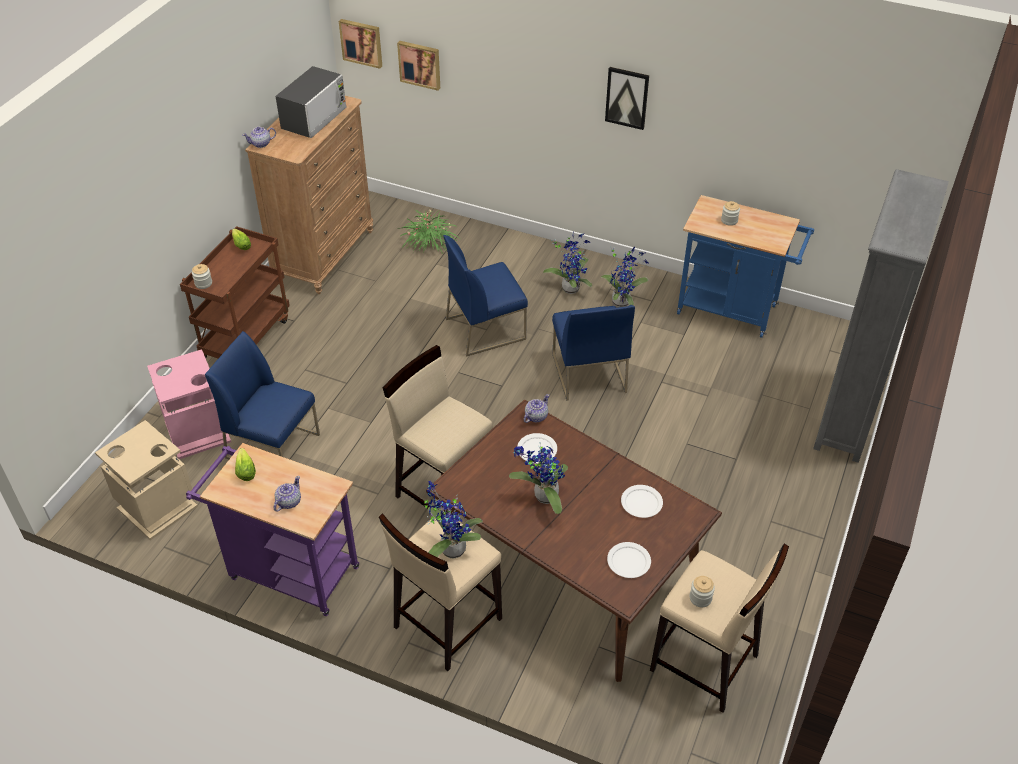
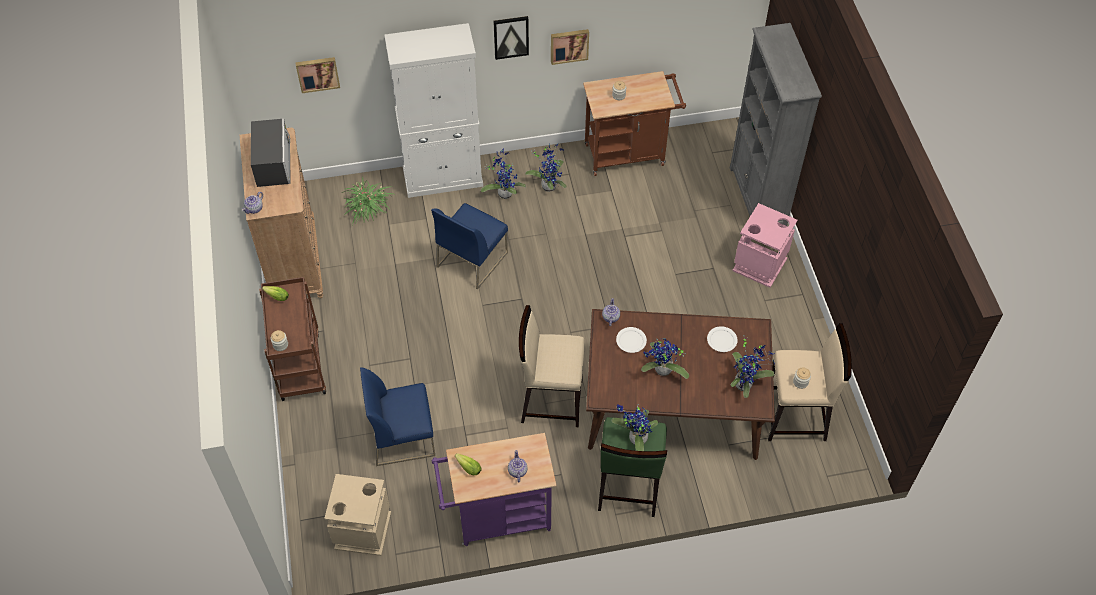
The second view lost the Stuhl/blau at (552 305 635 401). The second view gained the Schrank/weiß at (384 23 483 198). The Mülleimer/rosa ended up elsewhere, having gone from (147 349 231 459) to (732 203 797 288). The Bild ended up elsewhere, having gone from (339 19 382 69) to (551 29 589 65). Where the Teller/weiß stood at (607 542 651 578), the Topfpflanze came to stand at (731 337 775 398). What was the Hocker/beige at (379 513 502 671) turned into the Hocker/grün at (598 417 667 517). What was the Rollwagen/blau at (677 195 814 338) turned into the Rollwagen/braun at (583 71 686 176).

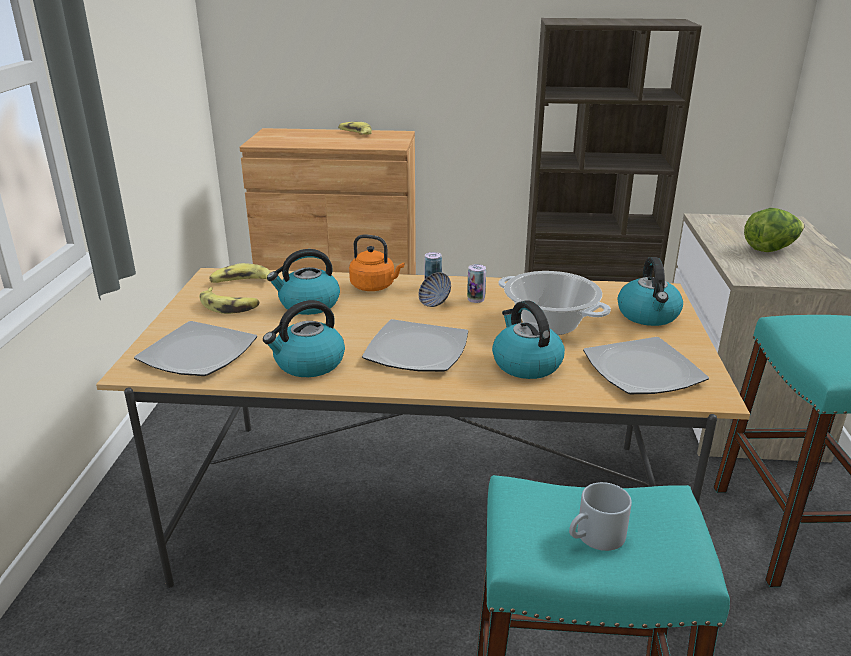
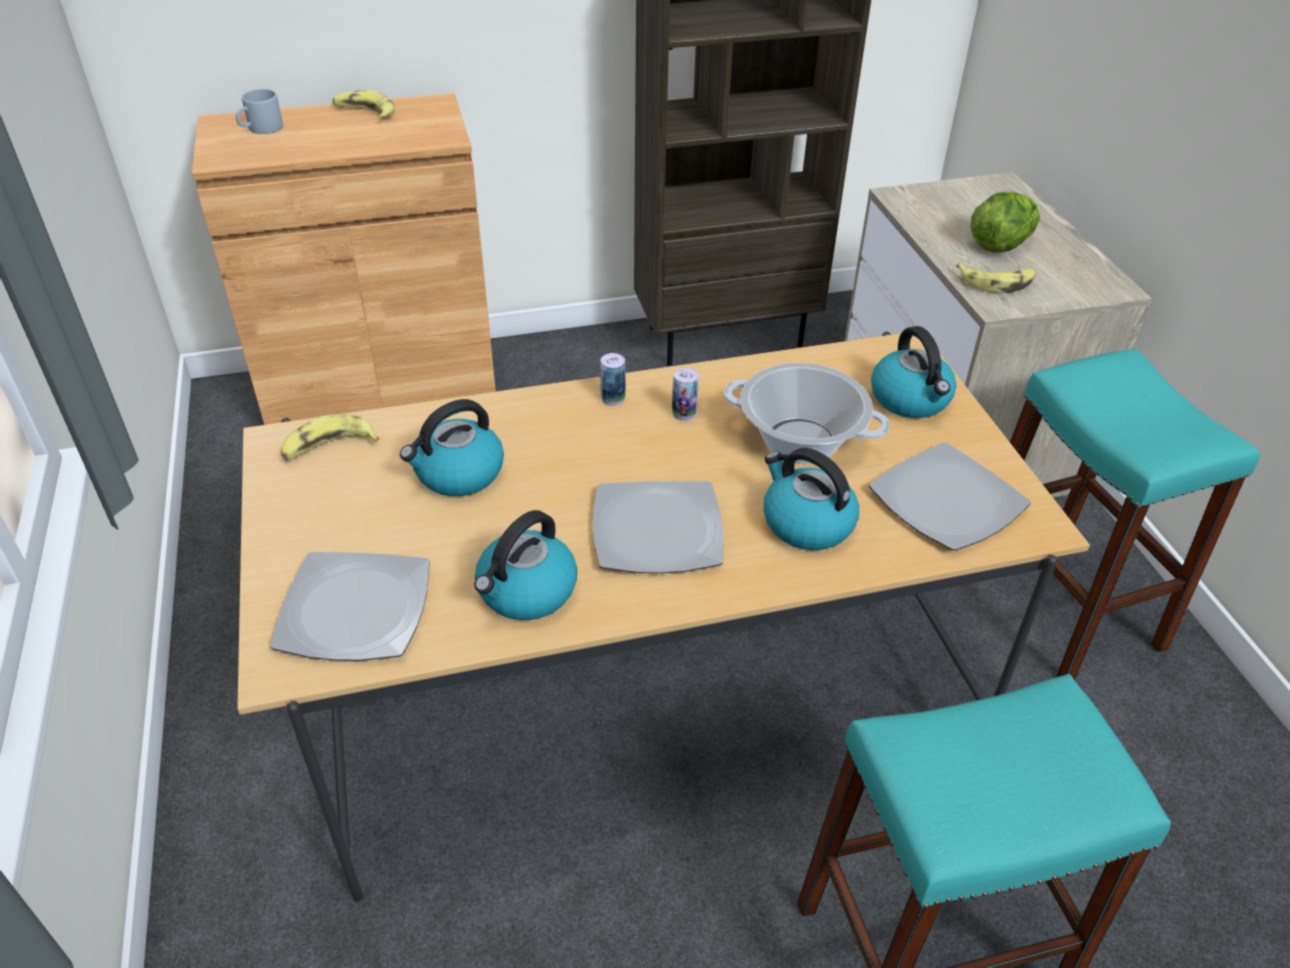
The second view lost the Wasserkessel/orange at (349 235 404 291). The second view lost the Schüssel at (418 272 451 307). The Banane ended up elsewhere, having gone from (199 287 260 314) to (956 263 1036 293). The Henkelbecher/grau ended up elsewhere, having gone from (569 482 632 551) to (236 89 283 134).

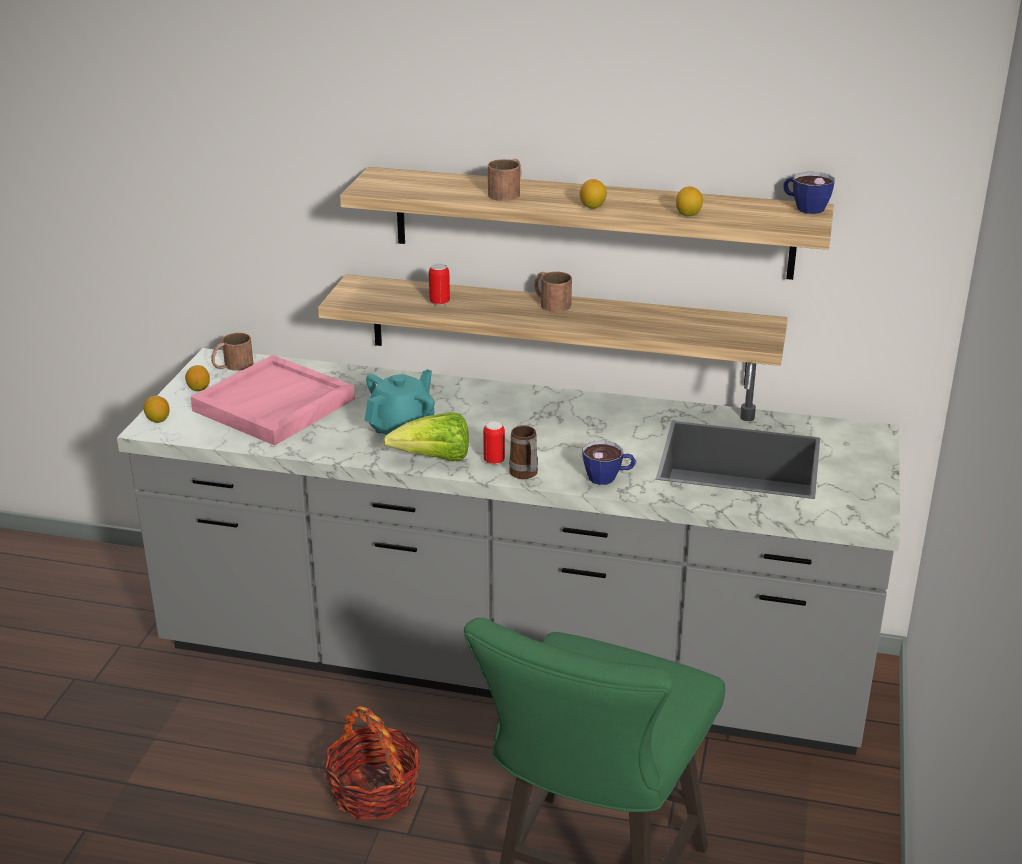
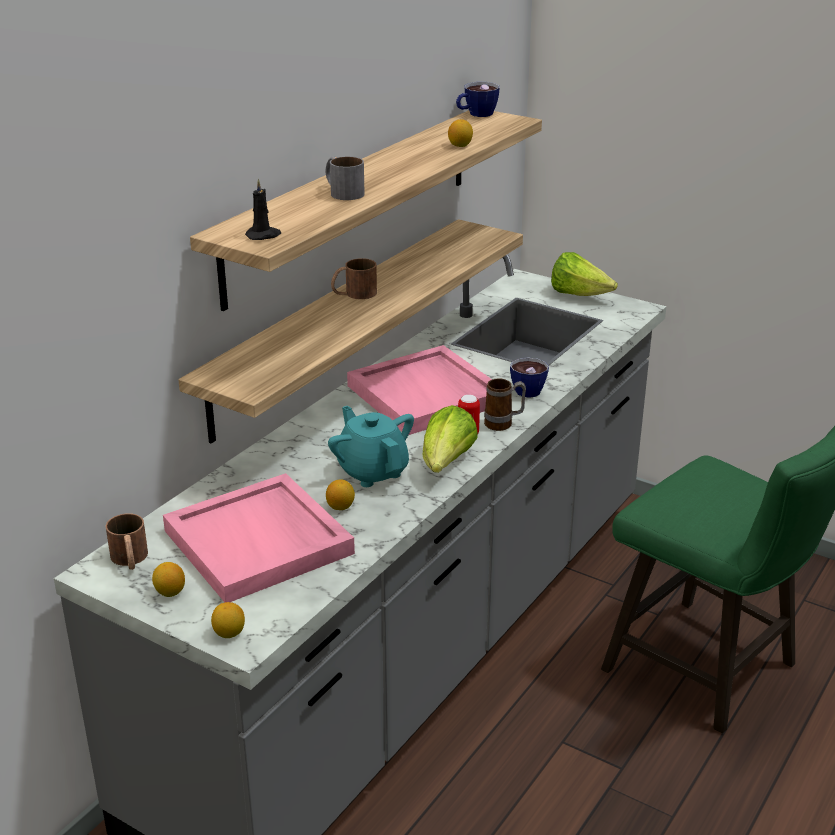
The second view lost the Korb at (324 706 420 820). The second view lost the Dose at (429 264 450 306). The second view gained the Kerze/schwarz at (245 179 281 240). The second view gained the Tablett/rosa at (347 345 492 435). The second view gained the Salatkopf at (551 252 618 296). The Zitrone ended up elsewhere, having gone from (580 179 607 209) to (326 479 355 510). What was the Henkelbecher/braun at (488 159 522 201) turned into the Henkelbecher/grau at (326 156 365 200).

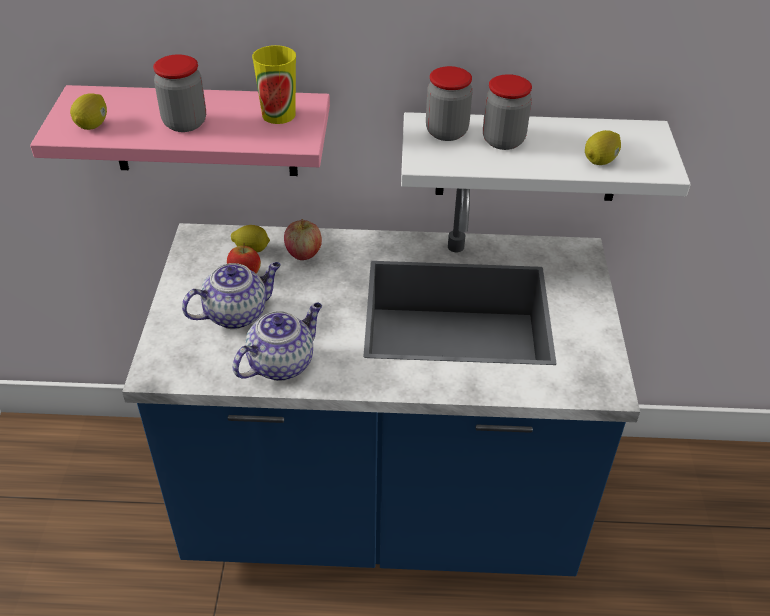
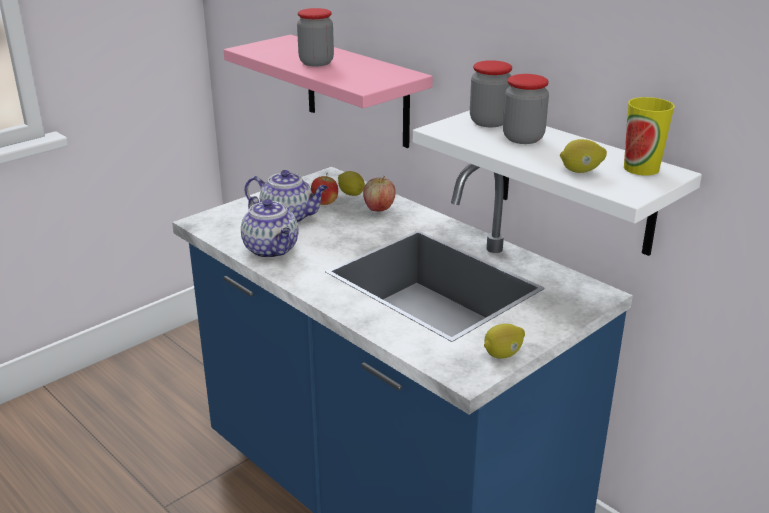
The Zitrone ended up elsewhere, having gone from (70 93 107 130) to (484 324 525 359). The Tasse ended up elsewhere, having gone from (252 45 296 124) to (624 97 675 175). The Teekanne at (233 303 322 381) ended up facing another way, 60 degrees clockwise from before.

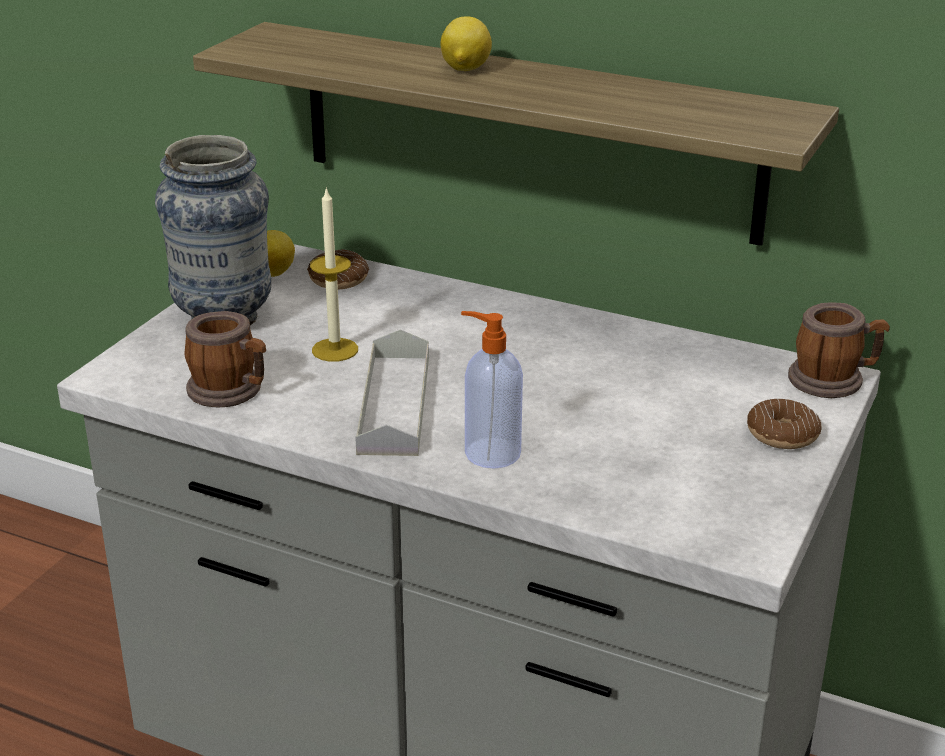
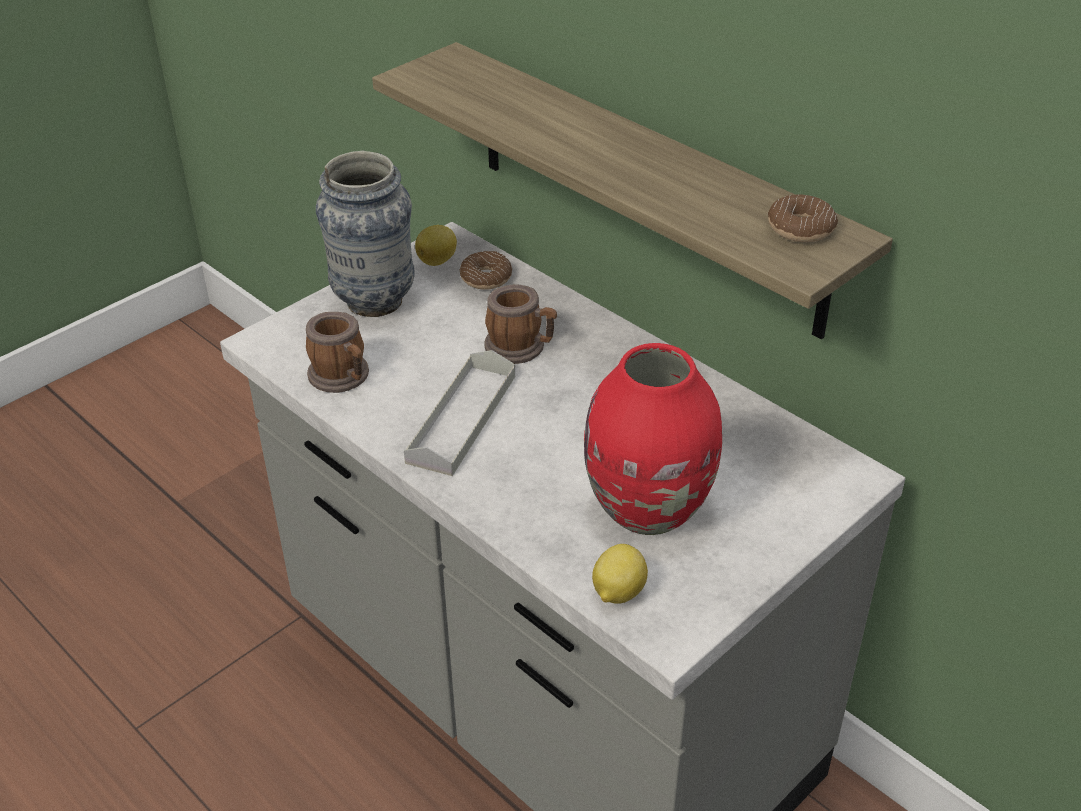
The second view lost the Kerze at (310 187 358 362). The second view lost the Seifenspender at (461 311 523 469). The second view gained the Vase/rot at (584 343 722 535). The Zitrone ended up elsewhere, having gone from (440 17 492 71) to (592 544 648 604). The Donut ended up elsewhere, having gone from (747 399 821 449) to (768 194 838 242). The Henkelbecher ended up elsewhere, having gone from (788 303 890 398) to (484 284 557 364).

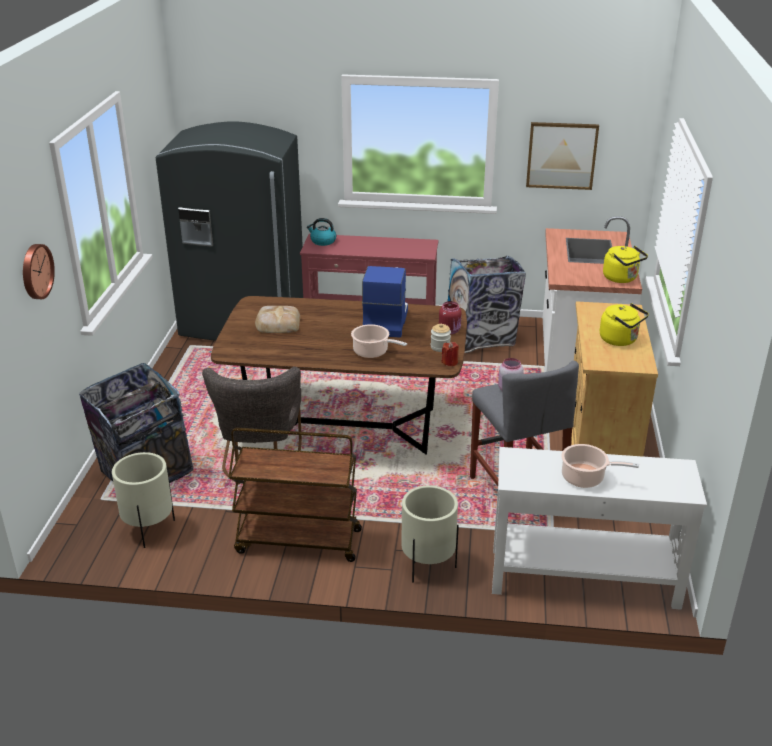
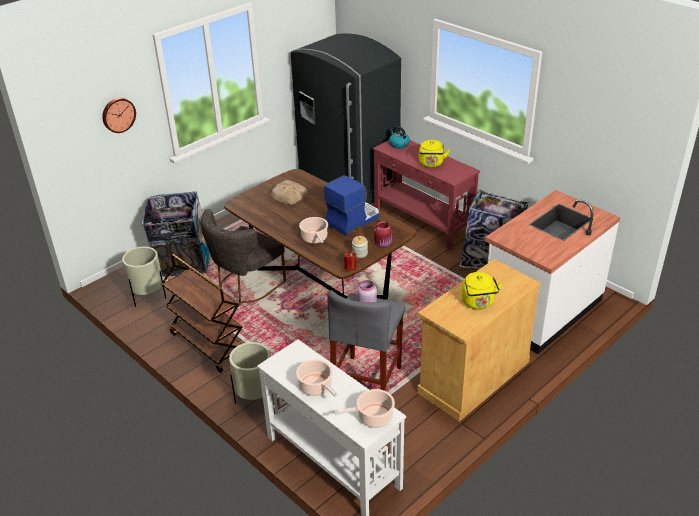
The second view lost the Bild at (526 122 599 190). The second view gained the Kochtopf at (334 389 395 428). The Wasserkessel/gelb ended up elsewhere, having gone from (603 246 648 283) to (419 140 450 168).

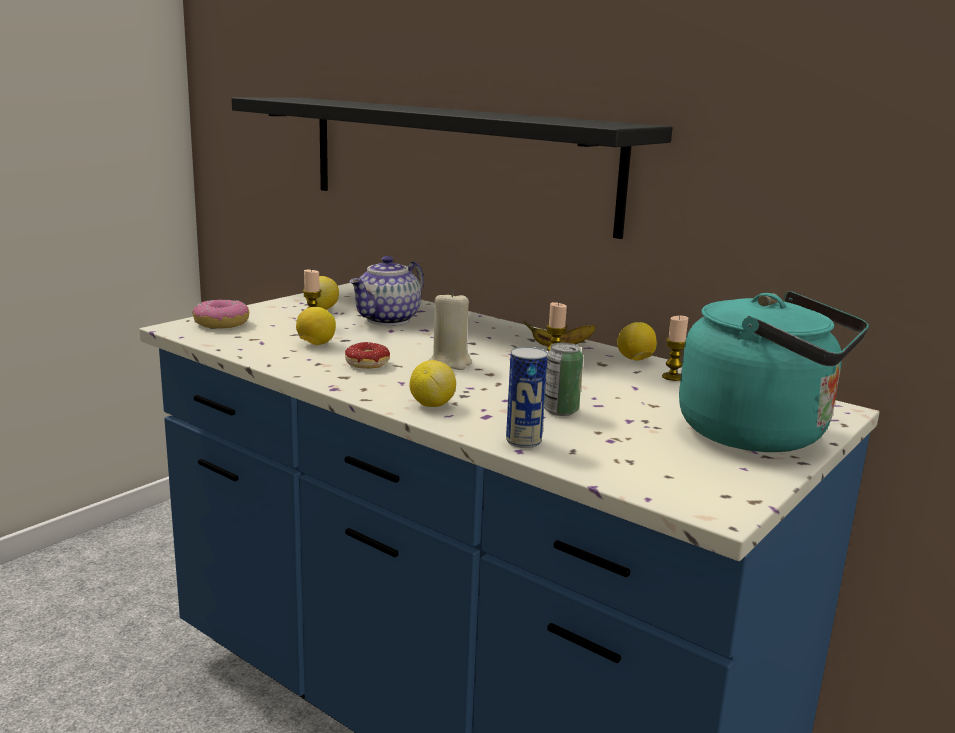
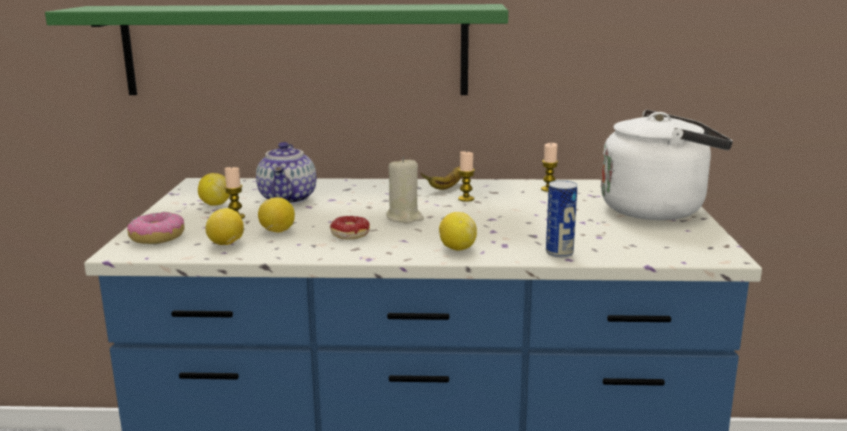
The second view lost the Dose at (544 343 583 416). The Zitrone ended up elsewhere, having gone from (617 322 657 361) to (205 208 244 245). What was the Wandregal/schwarz at (231 97 673 239) turned into the Wandregal/grün at (45 4 508 95). What was the Wasserkessel/türkis at (679 291 869 452) turned into the Wasserkessel/weiß at (601 110 733 220).

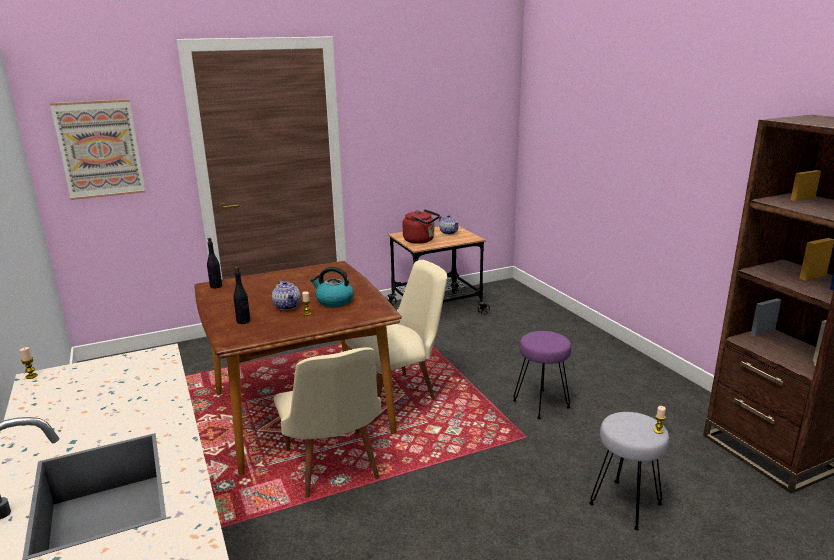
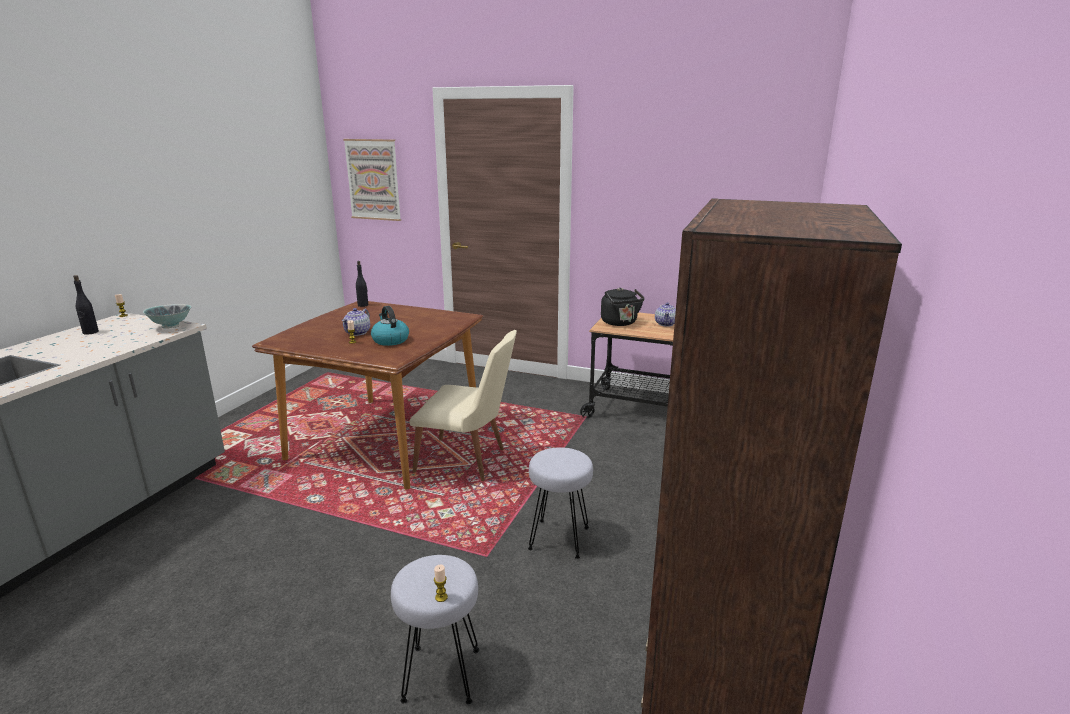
The second view lost the Stuhl/beige at (274 347 381 498). The second view gained the Schüssel at (143 304 192 329). The Flasche/schwarz ended up elsewhere, having gone from (233 267 250 324) to (73 275 99 335). What was the Wasserkessel/rot at (403 209 440 244) turned into the Wasserkessel/schwarz at (601 288 644 326). What was the Hocker/lila at (513 331 571 419) turned into the Hocker/grau at (528 447 593 559).

